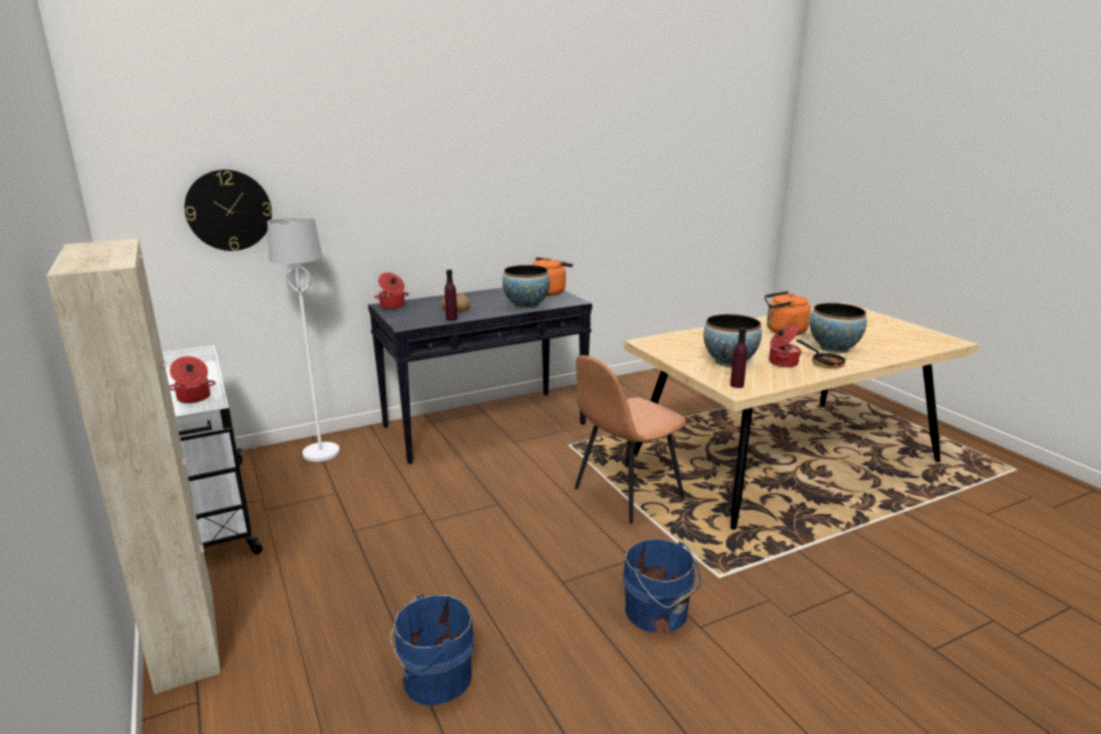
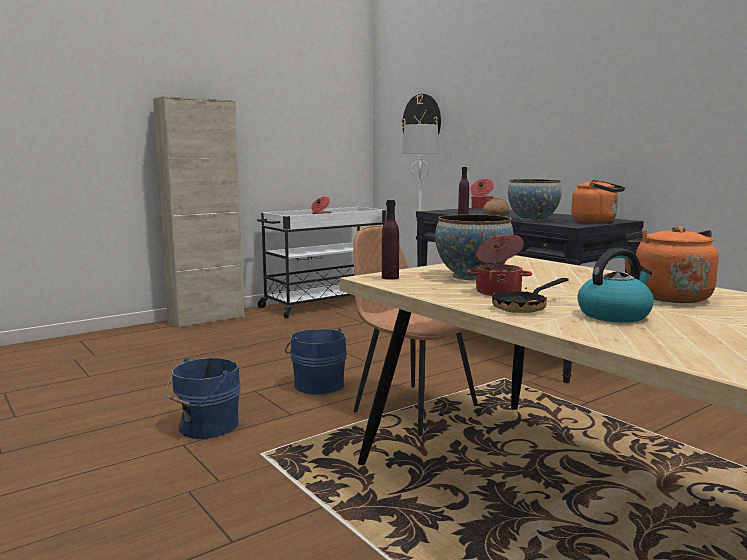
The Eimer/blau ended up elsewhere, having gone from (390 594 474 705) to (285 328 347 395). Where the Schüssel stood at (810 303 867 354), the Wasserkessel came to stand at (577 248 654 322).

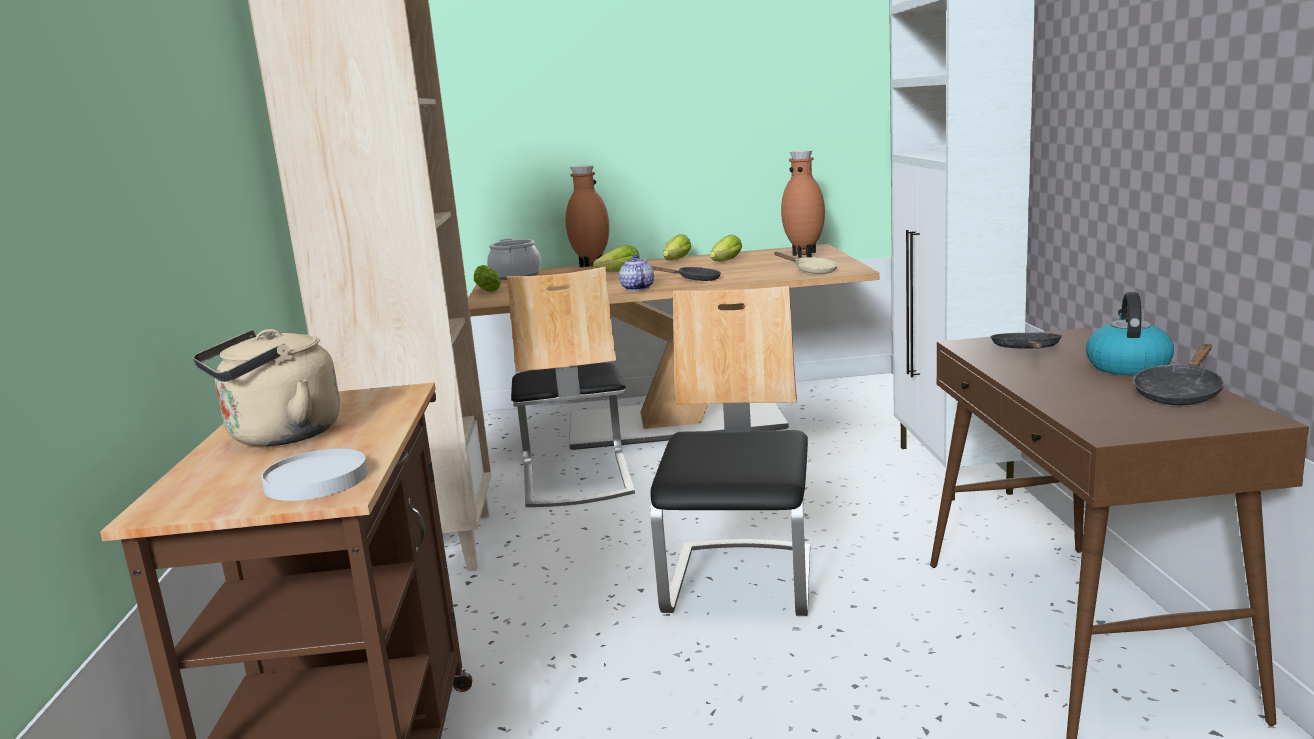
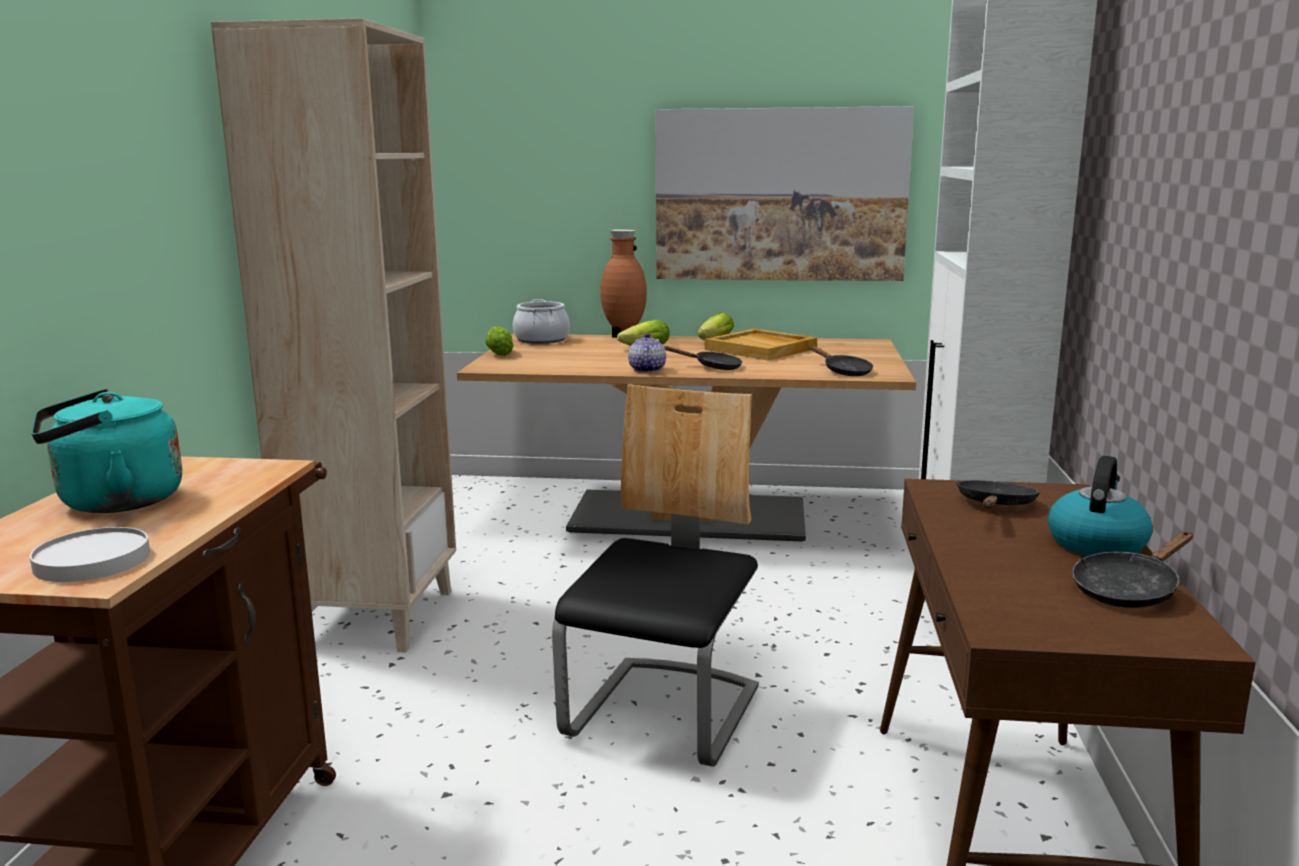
The second view lost the Stuhl at (507 267 635 507). The second view lost the Vase/braun at (781 150 825 258). The second view gained the Bild at (656 106 914 281). Where the Salatkopf stood at (710 234 742 262), the Tablett/beige came to stand at (705 329 817 361). What was the Wasserkessel/beige at (193 329 340 446) turned into the Wasserkessel/türkis at (31 389 182 513). What was the Pfanne/beige at (774 252 838 274) turned into the Pfanne/schwarz at (808 345 873 376).

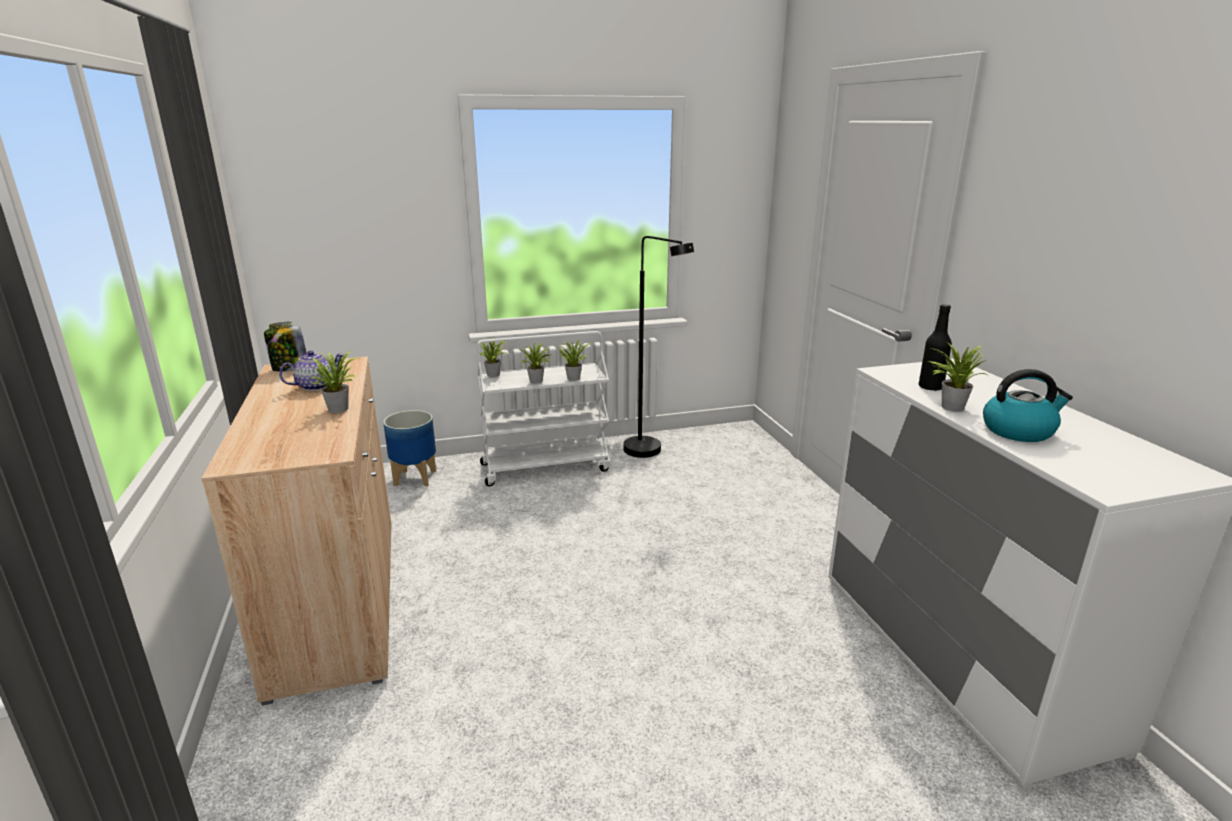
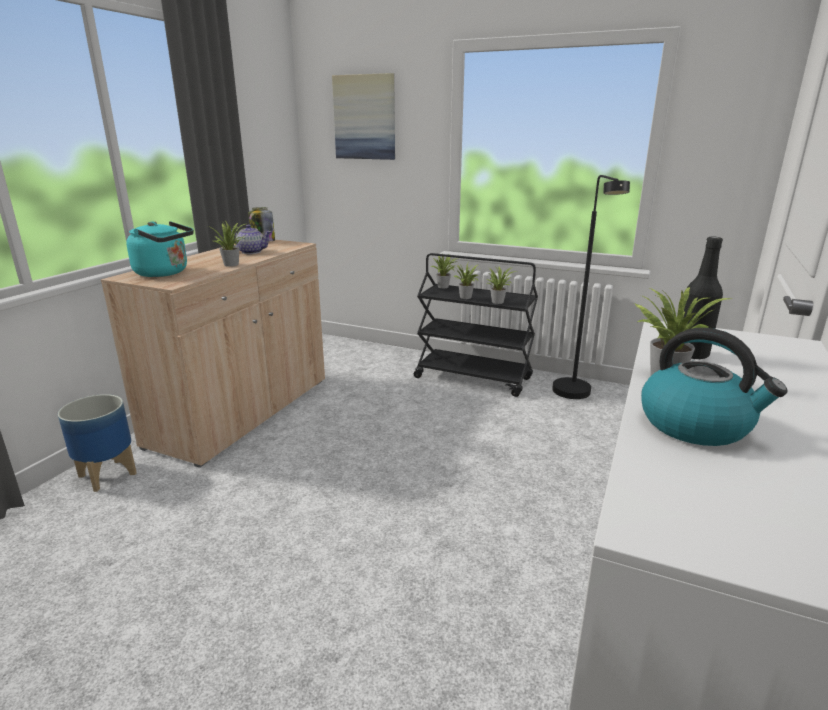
The second view gained the Wasserkessel/türkis at (126 221 194 277). The second view gained the Bild at (332 73 395 160). The Pflanzkübel ended up elsewhere, having gone from (383 410 436 486) to (58 394 137 492). What was the Rollwagen/weiß at (477 331 611 486) turned into the Rollwagen/schwarz at (414 253 538 397).

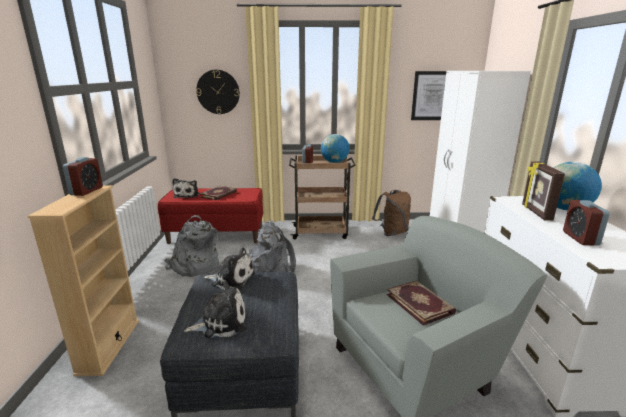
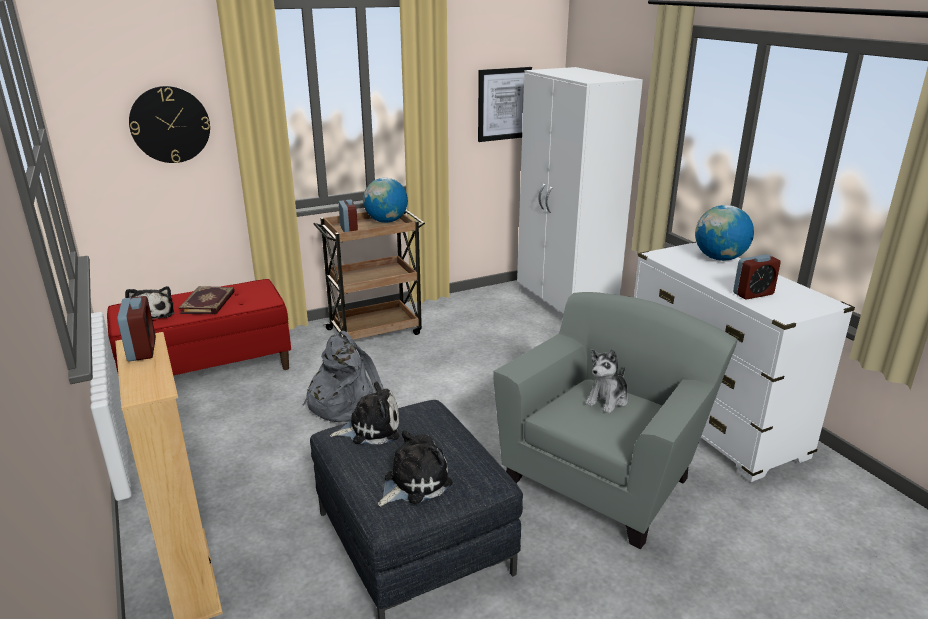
The second view lost the Rucksack/grau at (165 215 219 277). The second view lost the Rucksack/braun at (372 190 411 236). The second view lost the Bilderrahmen at (522 161 565 221). Where the Buch stood at (387 281 456 326), the Plüschtier came to stand at (585 349 628 414). The Wecker at (563 200 610 246) ended up facing another way, 90 degrees counterclockwise from before.

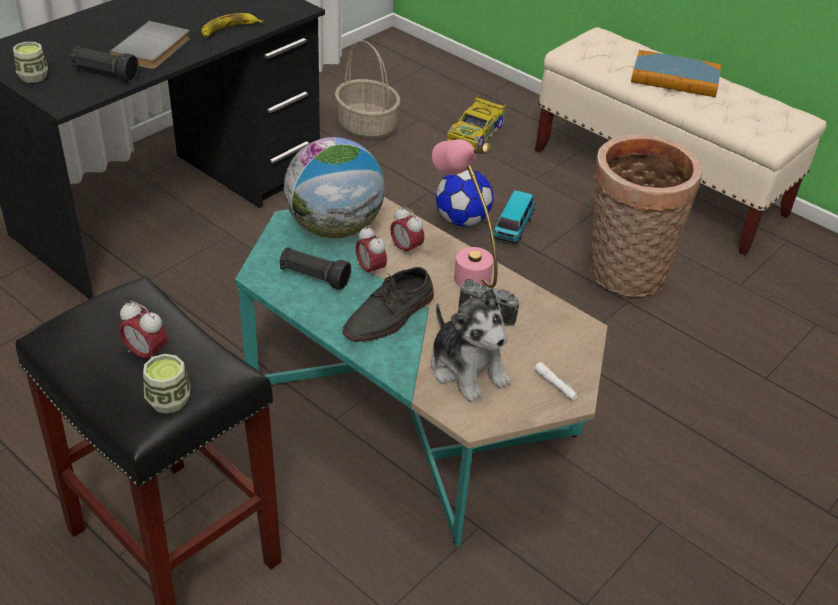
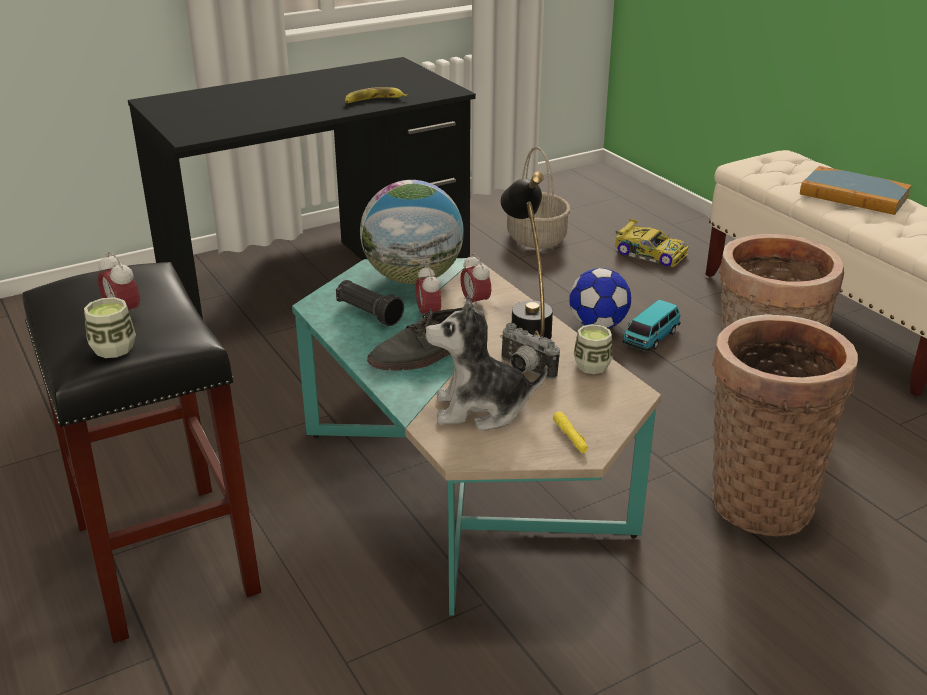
The second view lost the Taschenlampe/schwarz at (71 47 139 82). The second view lost the Buch/grau at (109 21 190 69). The second view gained the Korb at (712 314 858 536). The Tasse ended up elsewhere, having gone from (13 41 48 83) to (574 324 612 374). What was the Tischlampe/rosa at (432 139 498 288) turned into the Tischlampe/schwarz at (500 172 553 339). What was the Taschenlampe/weiß at (534 362 578 401) turned into the Taschenlampe/gelb at (553 411 588 453). The Plüschtier at (431 288 511 402) ended up facing another way, 105 degrees clockwise from before. The Spielzeugauto at (447 95 507 148) ended up facing another way, 105 degrees counterclockwise from before.

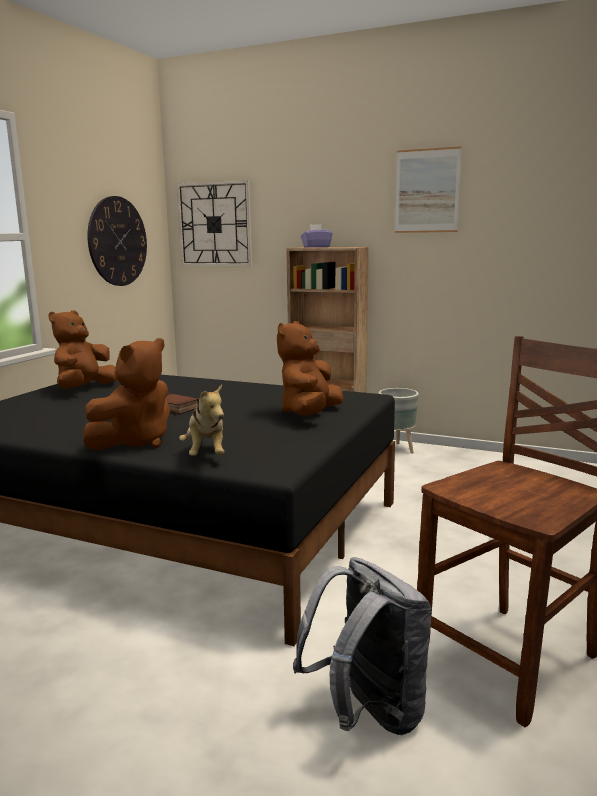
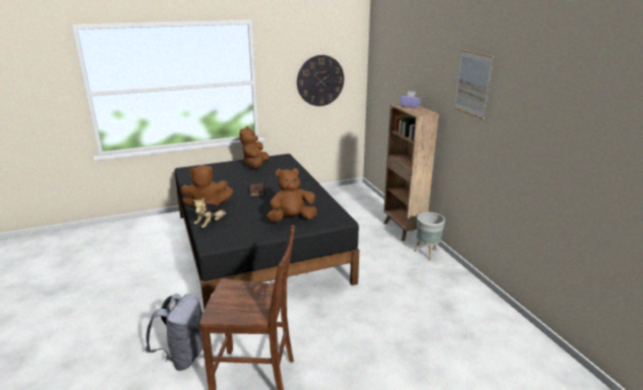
The second view lost the Wanduhr at (176 180 252 267). The Plüschtier/braun at (48 310 117 389) ended up facing another way, 60 degrees counterclockwise from before.

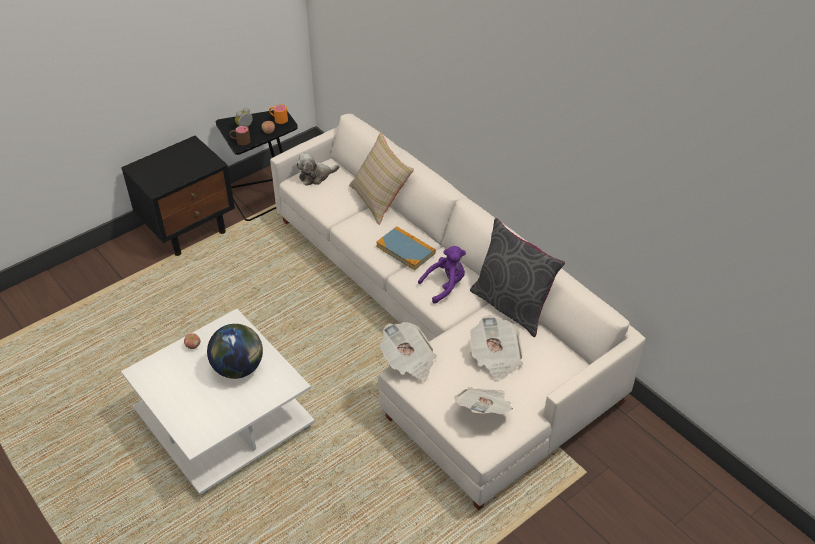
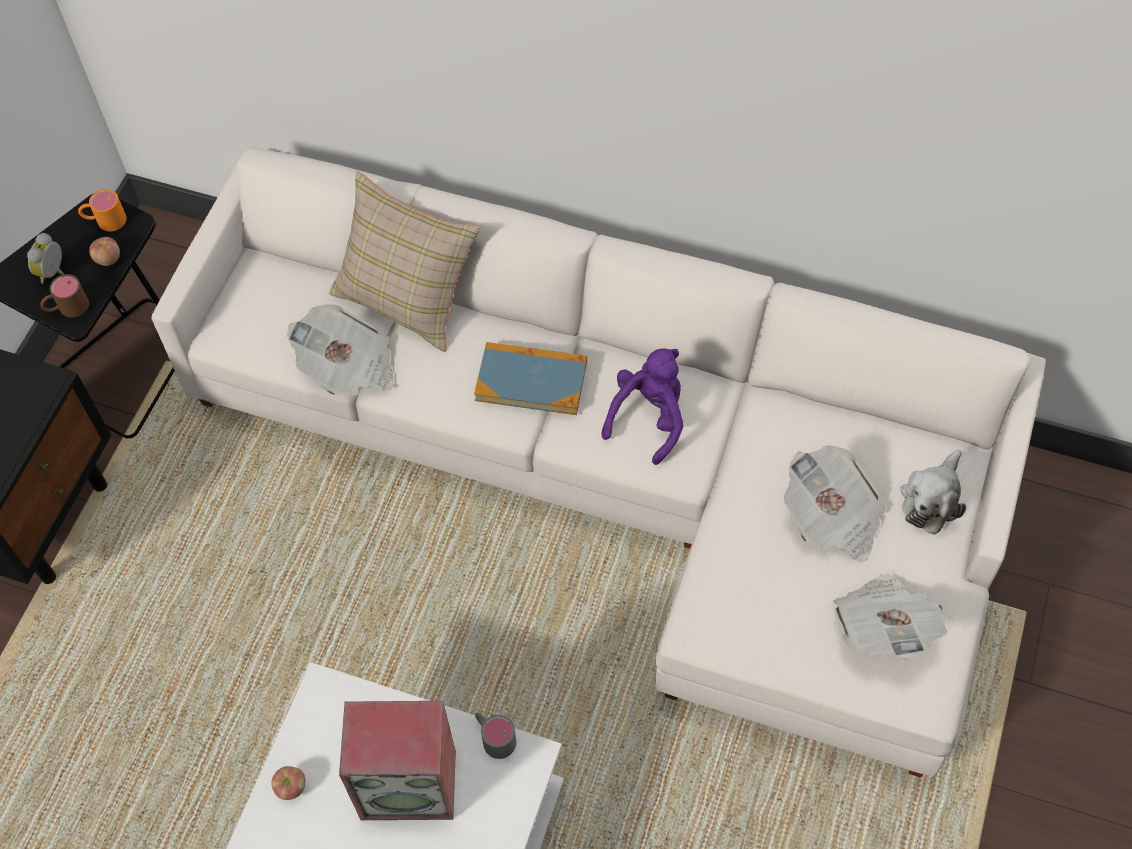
The second view lost the Kissen/grau at (470 218 565 337). The second view gained the Henkelbecher/grau at (475 712 517 759). The Plüschtier ended up elsewhere, having gone from (296 153 340 186) to (900 450 966 535). The Zeitung ended up elsewhere, having gone from (380 322 437 381) to (287 304 395 396). Where the Globus stood at (207 324 263 379), the Lautsprecher came to stand at (339 701 456 820).

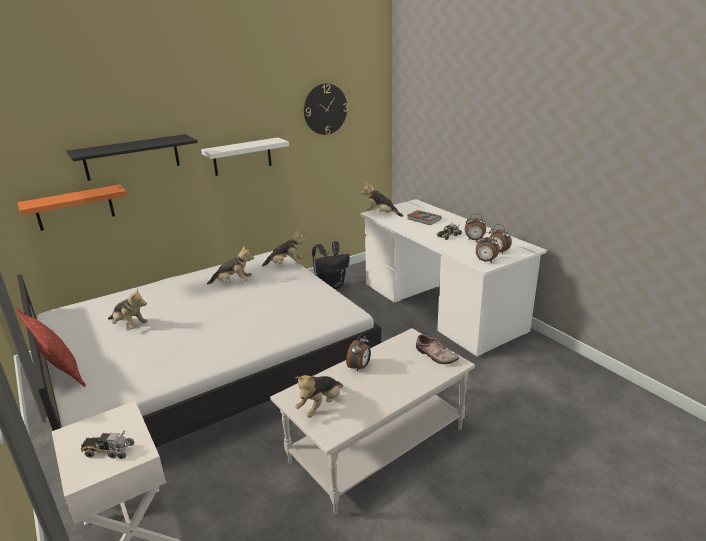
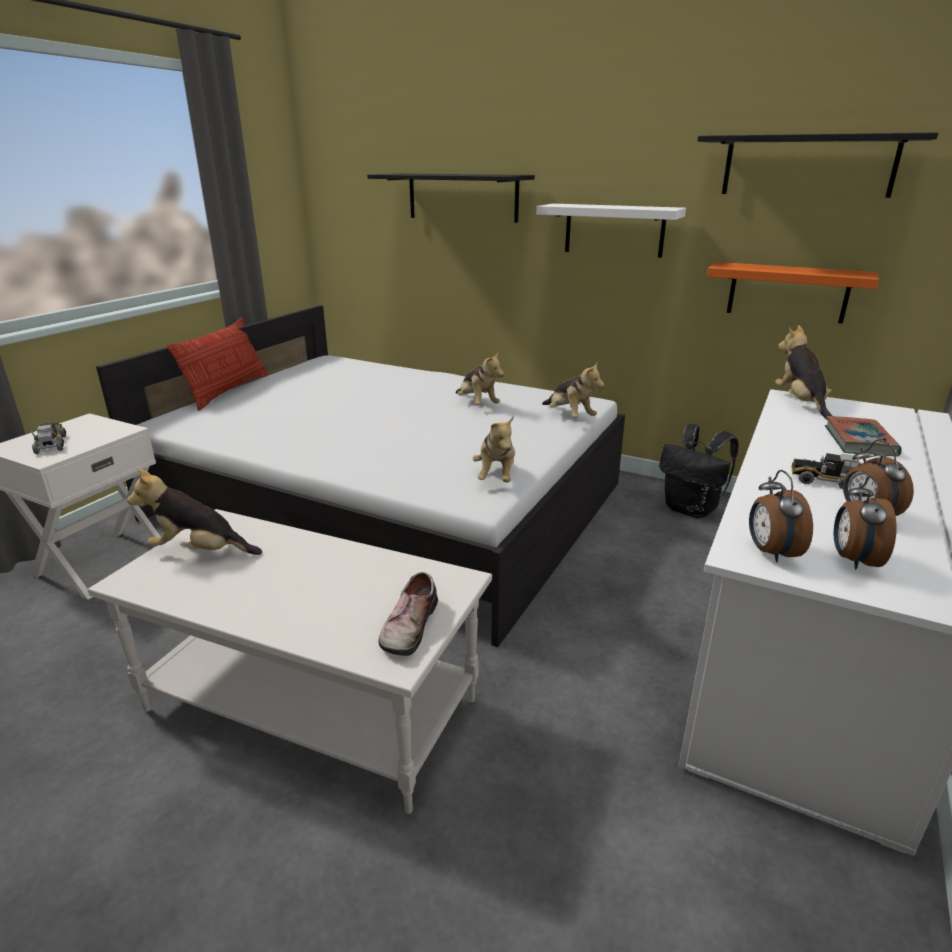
The second view lost the Wecker at (346 334 371 372). The Wandregal/orange ended up elsewhere, having gone from (17 184 127 231) to (707 262 879 324). The Plüschtier ended up elsewhere, having gone from (108 288 148 329) to (473 416 515 482). Where the Wanduhr hung at (304 83 348 135), the Wandregal/schwarz came to hang at (697 132 939 198).

